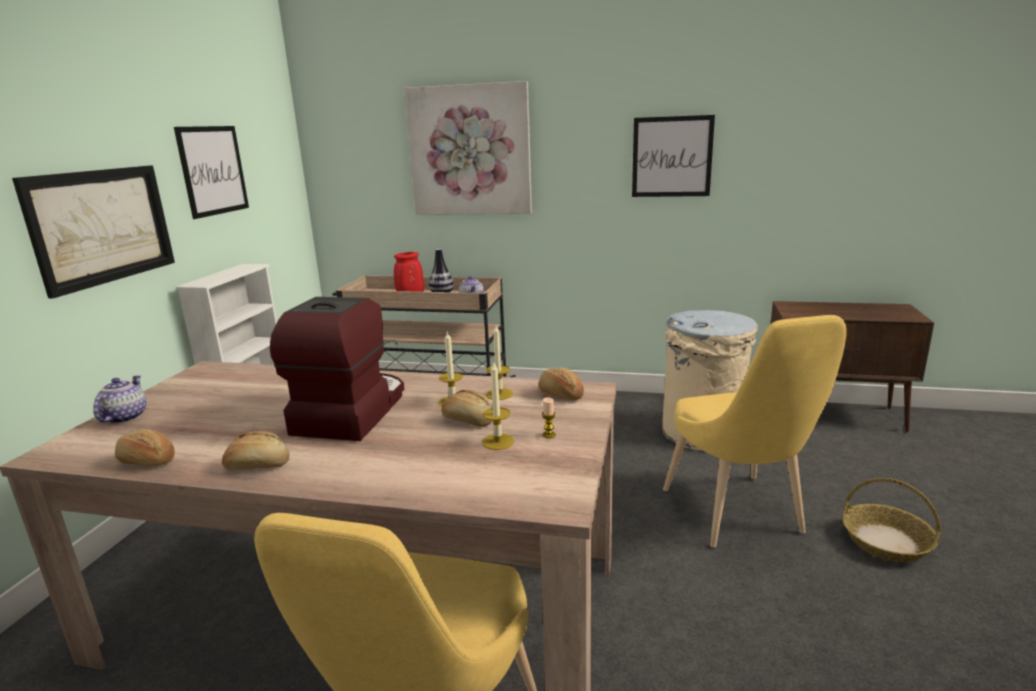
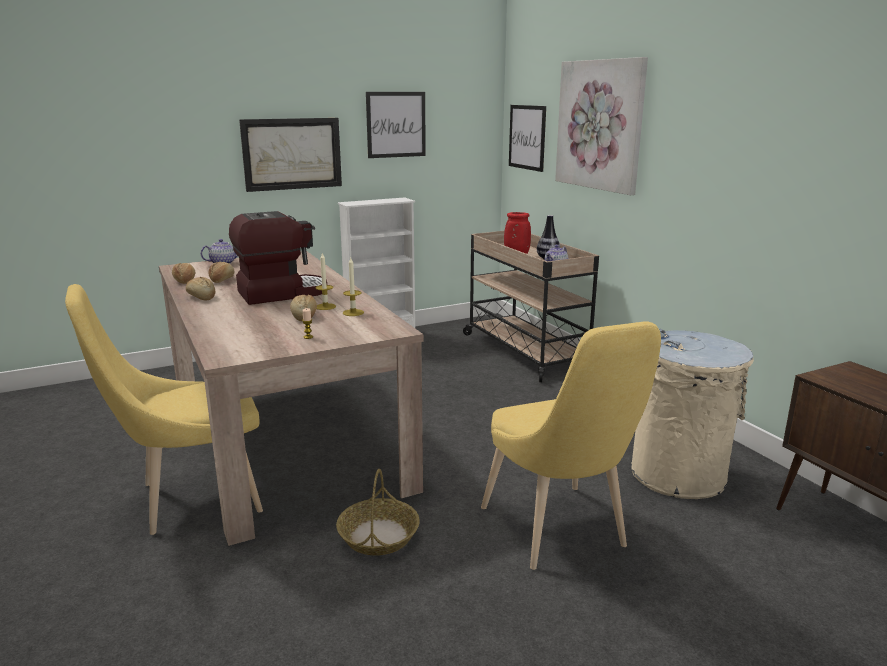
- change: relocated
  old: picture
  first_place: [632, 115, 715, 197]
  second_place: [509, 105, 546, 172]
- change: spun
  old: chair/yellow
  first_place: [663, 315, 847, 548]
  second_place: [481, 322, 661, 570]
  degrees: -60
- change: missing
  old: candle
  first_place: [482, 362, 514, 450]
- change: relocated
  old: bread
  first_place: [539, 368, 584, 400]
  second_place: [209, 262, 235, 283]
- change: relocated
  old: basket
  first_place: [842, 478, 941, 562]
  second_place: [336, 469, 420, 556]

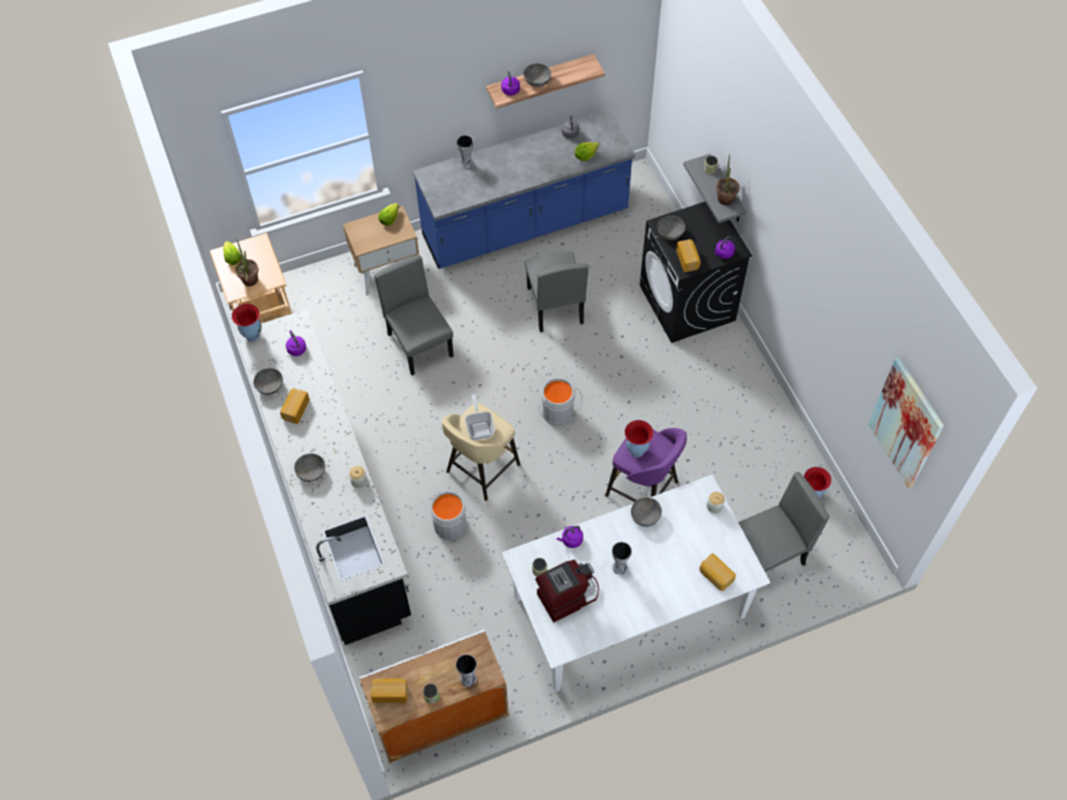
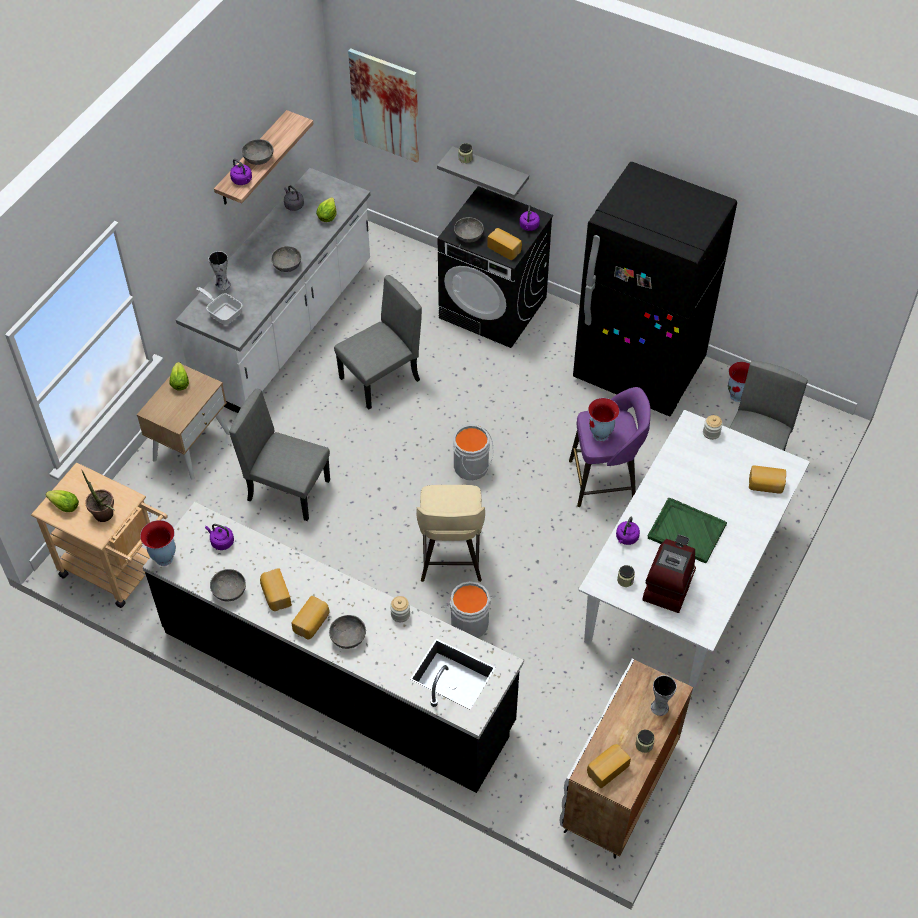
- change: colour
  old: counter/blue
  new: counter/white
  first_place: [413, 110, 635, 269]
  second_place: [176, 168, 370, 413]
- change: missing
  old: potted plant
  first_place: [716, 154, 739, 205]
- change: spun
  old: chair/grey
  first_place: [525, 251, 589, 332]
  second_place: [334, 275, 422, 410]
  degrees: -75
- change: relocated
  old: picture
  first_place: [868, 358, 944, 488]
  second_place: [348, 48, 419, 163]
- change: relocated
  old: frying pan
  first_place: [465, 394, 495, 440]
  second_place: [196, 287, 243, 325]
- change: relocated
  old: bowl/grey
  first_place: [631, 497, 662, 527]
  second_place: [271, 246, 301, 272]
- change: exchanged
  old: vase
  new: tray/green
  first_place: [612, 542, 632, 575]
  second_place: [648, 498, 727, 563]
- change: appeared
  new: fridge/black
  second_place: [573, 162, 737, 417]
- change: appeared
  new: bread
  second_place: [291, 596, 330, 639]

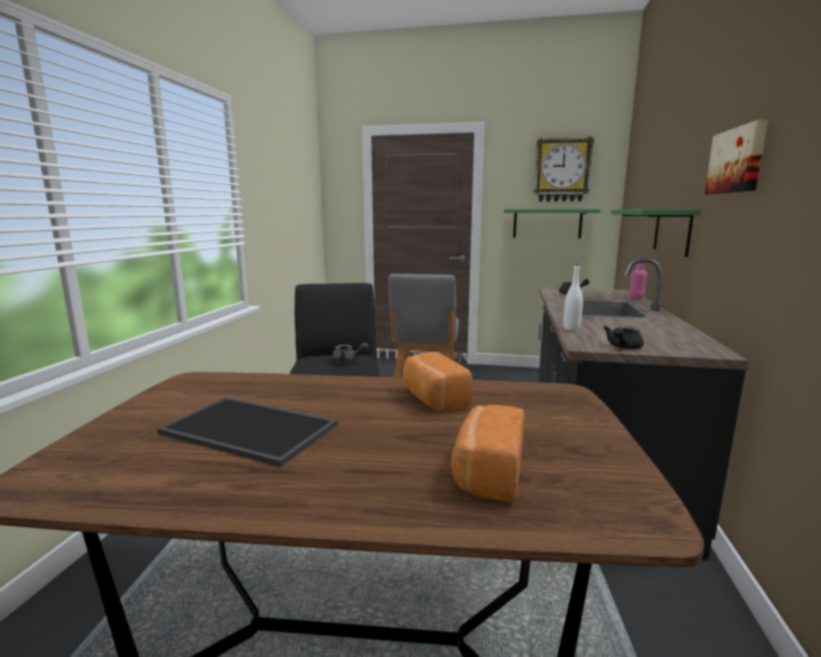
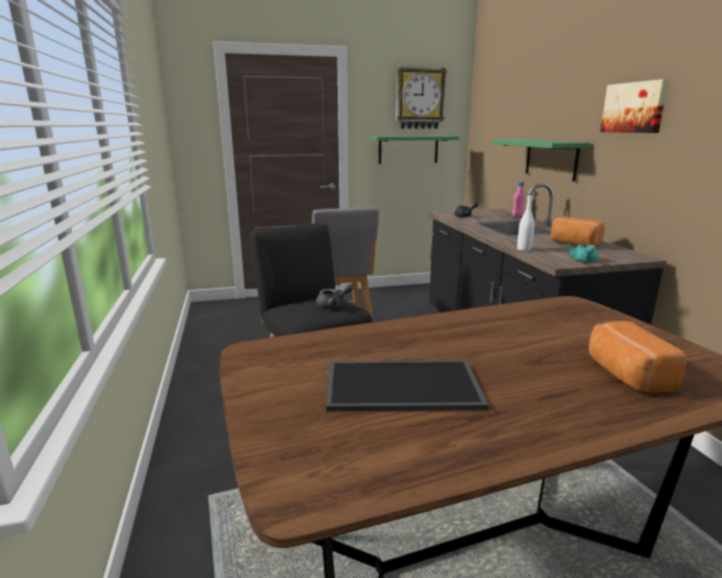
- change: colour
  old: teapot/black
  new: teapot/turquoise
  first_place: [603, 326, 644, 349]
  second_place: [567, 244, 599, 262]
- change: relocated
  old: bread
  first_place: [403, 352, 473, 411]
  second_place: [551, 217, 605, 246]

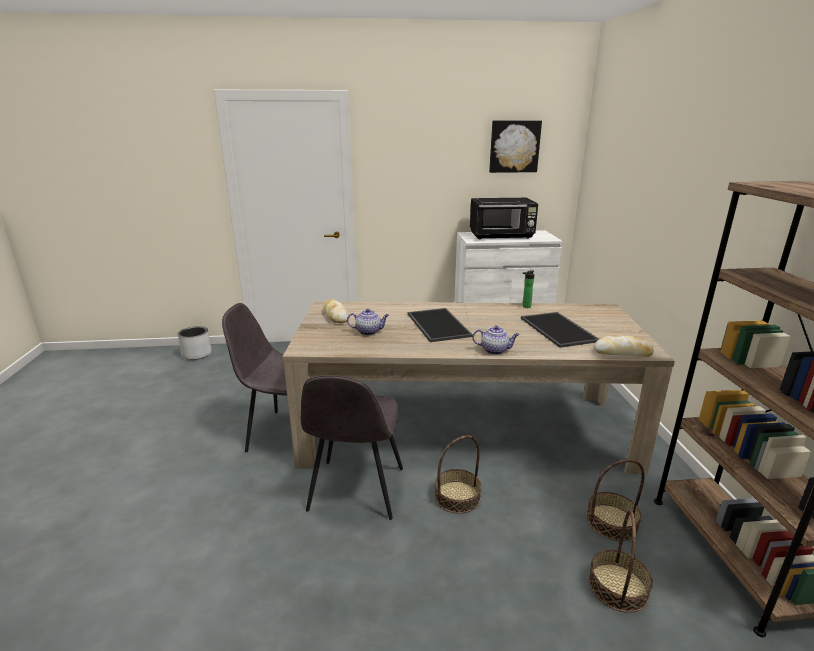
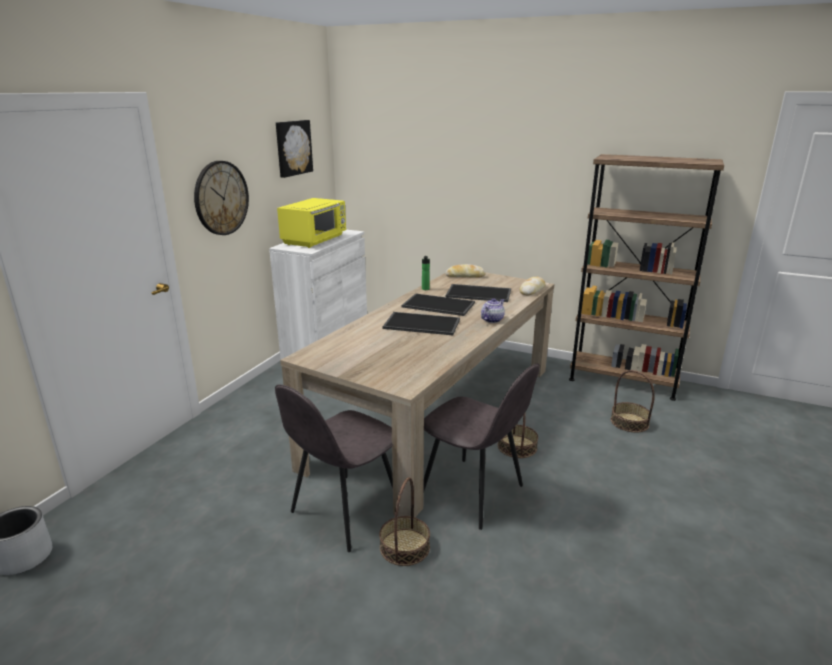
- change: colour
  old: microwave/black
  new: microwave/yellow
  first_place: [470, 198, 538, 239]
  second_place: [277, 198, 346, 248]
- change: relocated
  old: bread
  first_place: [323, 299, 349, 323]
  second_place: [445, 264, 486, 278]
- change: missing
  old: teapot
  first_place: [347, 309, 389, 335]
- change: relocated
  old: basket
  first_place: [586, 459, 645, 541]
  second_place: [379, 477, 430, 566]
- change: appeared
  new: wall clock
  second_place: [194, 161, 249, 235]
- change: appeared
  new: tray
  second_place: [402, 293, 475, 316]

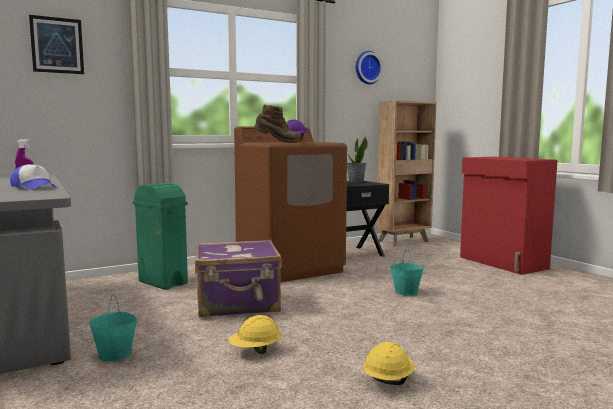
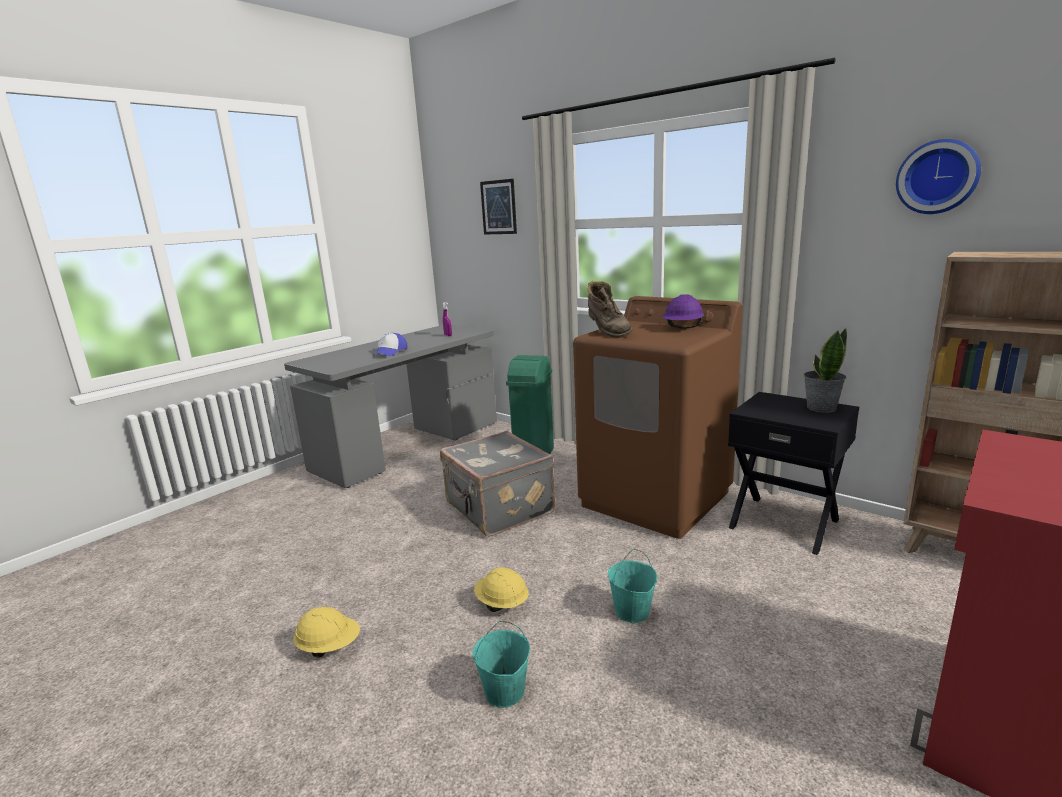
- change: colour
  old: suitcase/purple
  new: suitcase/grey
  first_place: [195, 239, 282, 317]
  second_place: [440, 431, 556, 536]
- change: relocated
  old: bucket/turquoise
  first_place: [89, 294, 138, 362]
  second_place: [472, 621, 530, 708]
- change: relocated
  old: hard hat/yellow
  first_place: [228, 315, 281, 354]
  second_place: [474, 567, 528, 612]

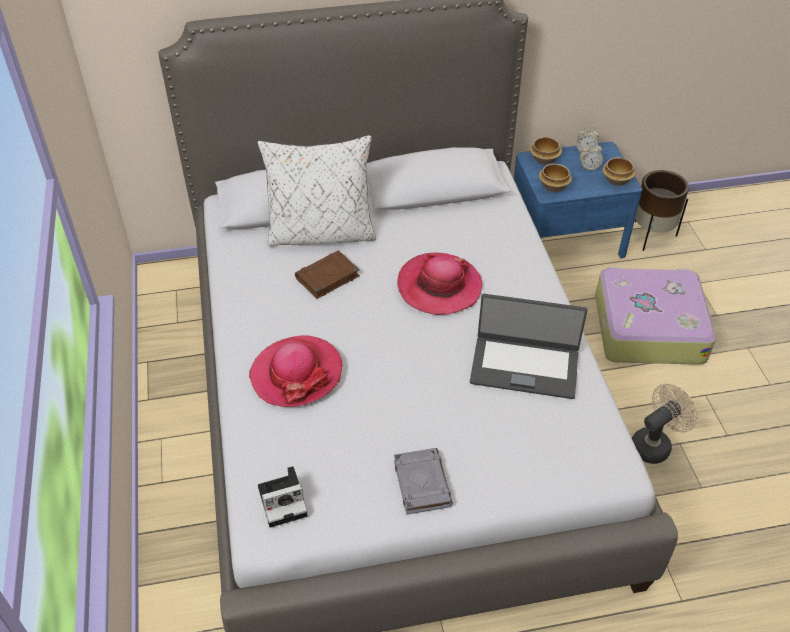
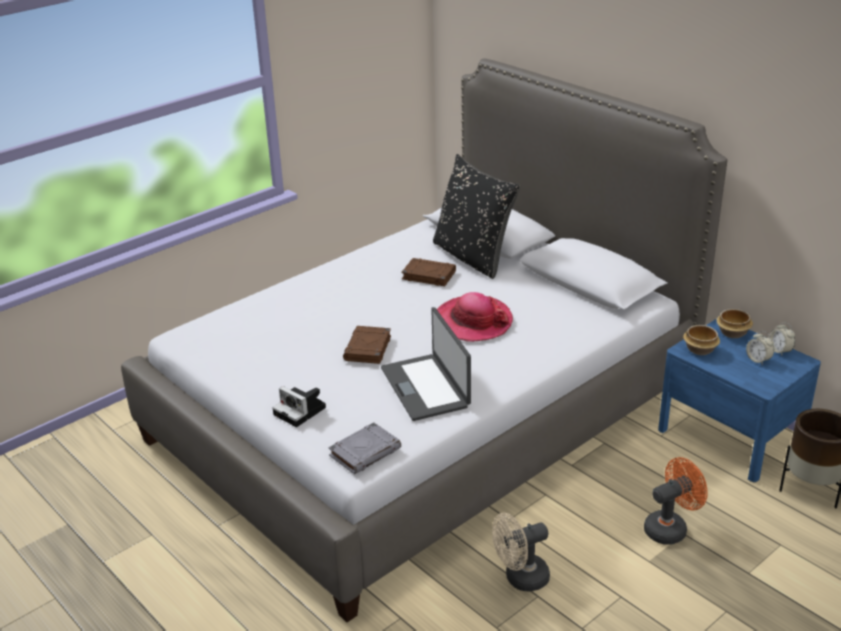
- change: colour
  old: pillow/white
  new: pillow/black
  first_place: [258, 135, 376, 246]
  second_place: [433, 154, 520, 279]
- change: missing
  old: bowl
  first_place: [603, 157, 636, 186]
- change: exchanged
  old: suitcase
  new: fan/orange
  first_place: [595, 267, 716, 365]
  second_place: [644, 457, 708, 545]
- change: missing
  old: hat
  first_place: [249, 335, 342, 407]
- change: spun
  old: fan/beige
  first_place: [632, 384, 698, 464]
  second_place: [492, 513, 550, 592]
  degrees: 135
- change: relocated
  old: book/grey
  first_place: [394, 448, 453, 515]
  second_place: [328, 422, 401, 474]
- change: relocated
  old: photo camera
  first_place: [258, 466, 308, 528]
  second_place: [273, 386, 326, 427]
- change: appeared
  new: book/brown
  second_place: [343, 326, 391, 364]

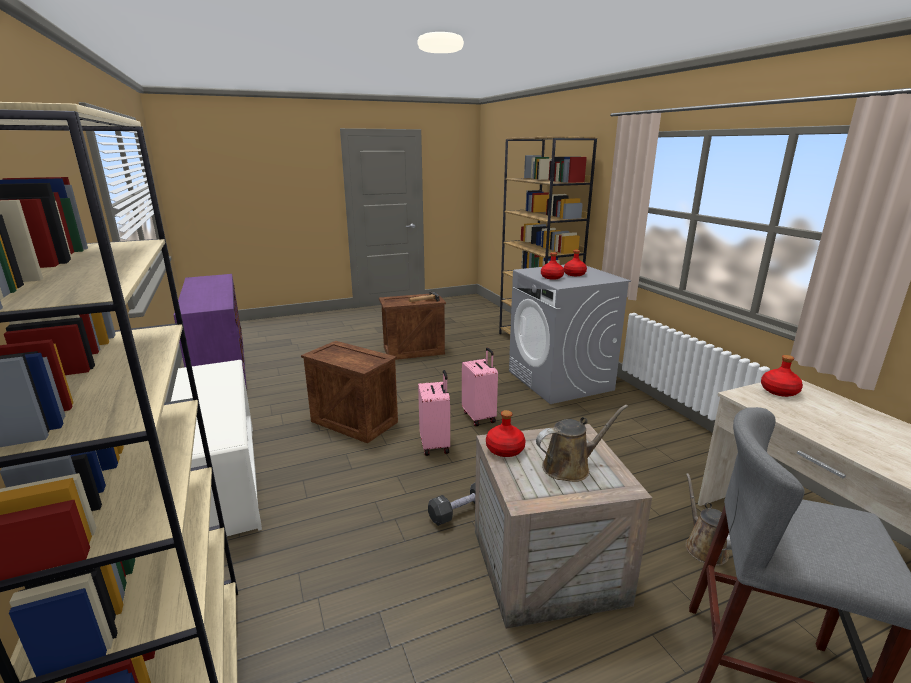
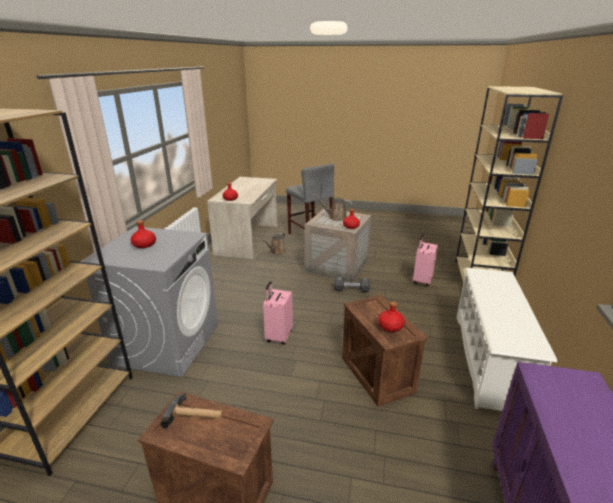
- change: relocated
  old: bottle/red
  first_place: [541, 252, 564, 280]
  second_place: [378, 301, 405, 332]
- change: relocated
  old: suitcase/pink
  first_place: [418, 370, 450, 456]
  second_place: [413, 234, 438, 286]

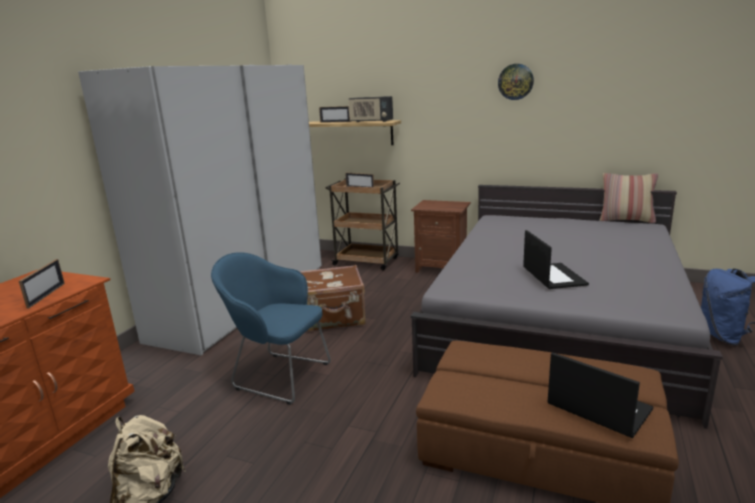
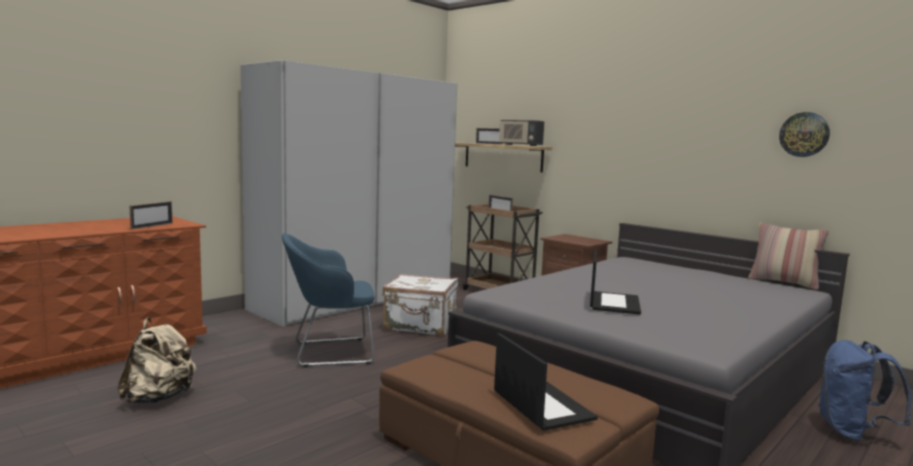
- change: relocated
  old: wall clock
  first_place: [498, 64, 534, 100]
  second_place: [779, 112, 830, 157]
- change: spun
  old: armchair/blue
  first_place: [211, 252, 331, 405]
  second_place: [282, 233, 375, 367]
  degrees: -60
- change: colour
  old: suitcase/brown
  new: suitcase/white
  first_place: [299, 265, 366, 331]
  second_place: [382, 274, 458, 336]

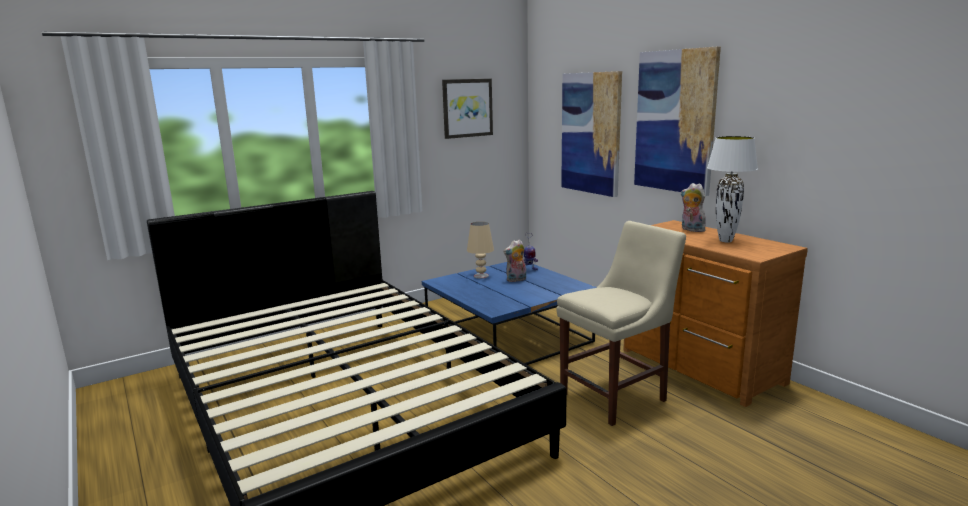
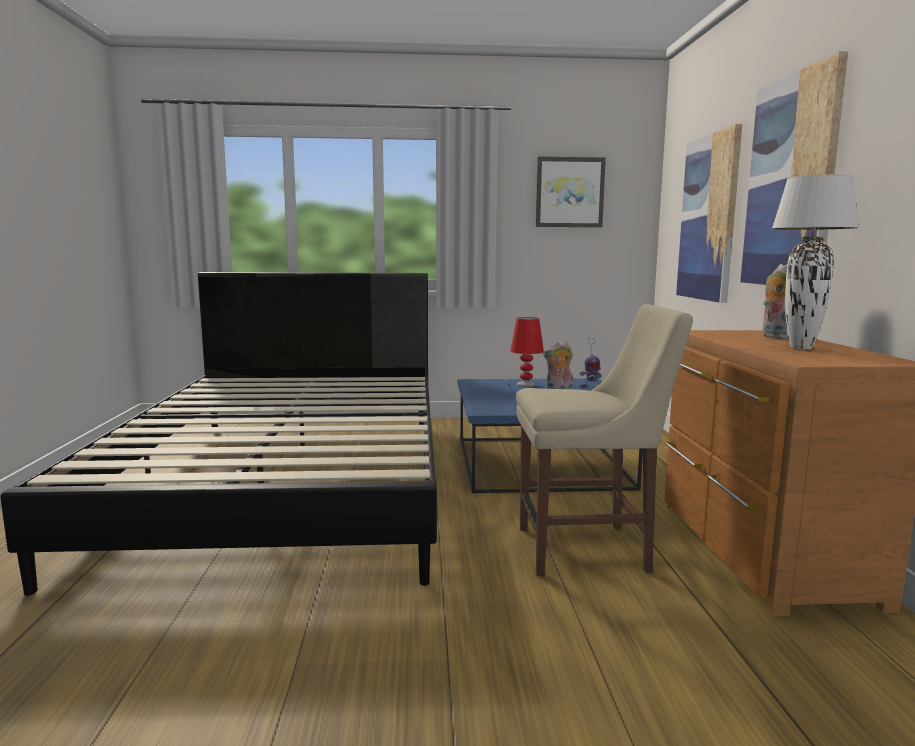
- change: colour
  old: table lamp/beige
  new: table lamp/red
  first_place: [467, 222, 494, 279]
  second_place: [510, 317, 544, 386]

